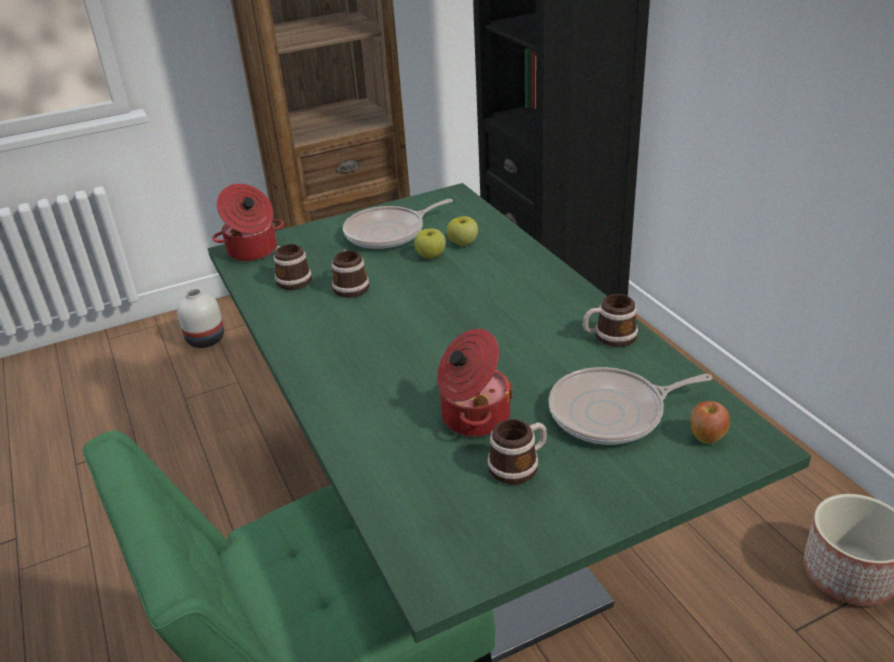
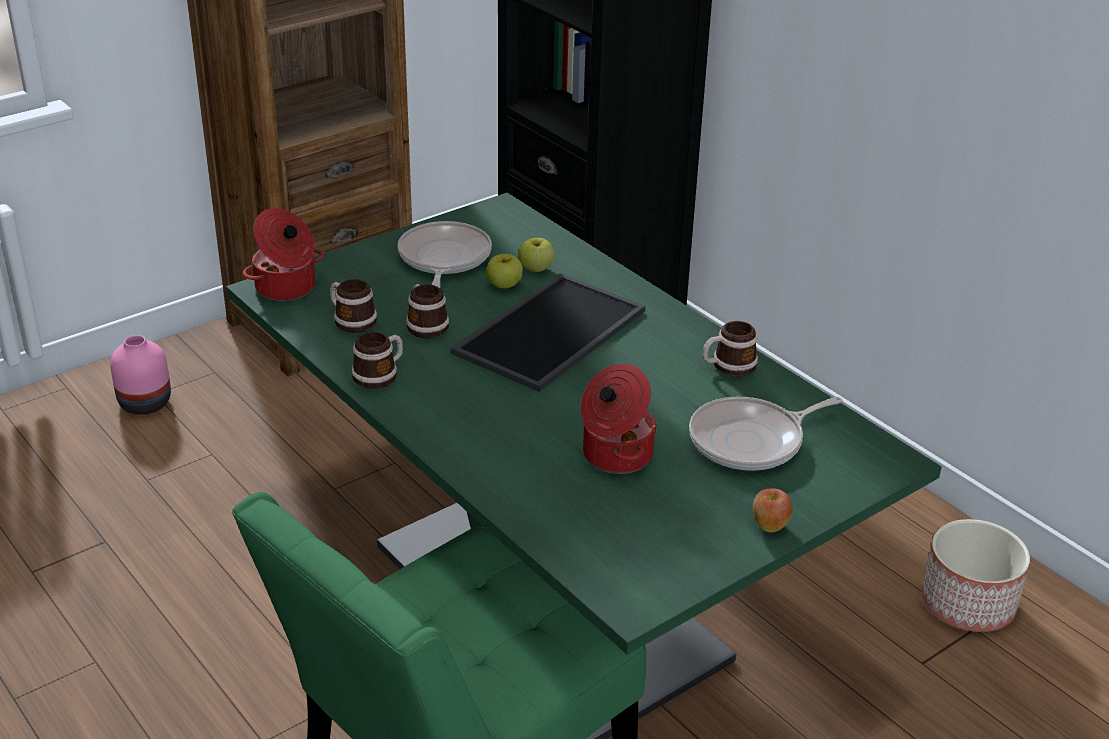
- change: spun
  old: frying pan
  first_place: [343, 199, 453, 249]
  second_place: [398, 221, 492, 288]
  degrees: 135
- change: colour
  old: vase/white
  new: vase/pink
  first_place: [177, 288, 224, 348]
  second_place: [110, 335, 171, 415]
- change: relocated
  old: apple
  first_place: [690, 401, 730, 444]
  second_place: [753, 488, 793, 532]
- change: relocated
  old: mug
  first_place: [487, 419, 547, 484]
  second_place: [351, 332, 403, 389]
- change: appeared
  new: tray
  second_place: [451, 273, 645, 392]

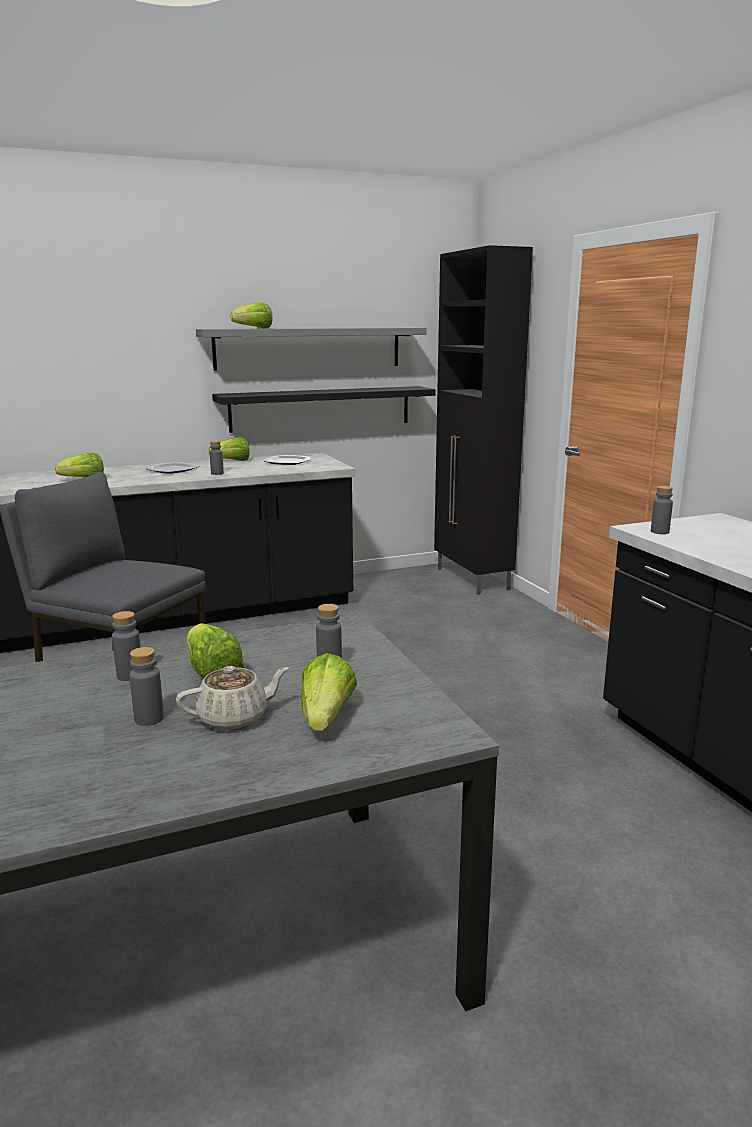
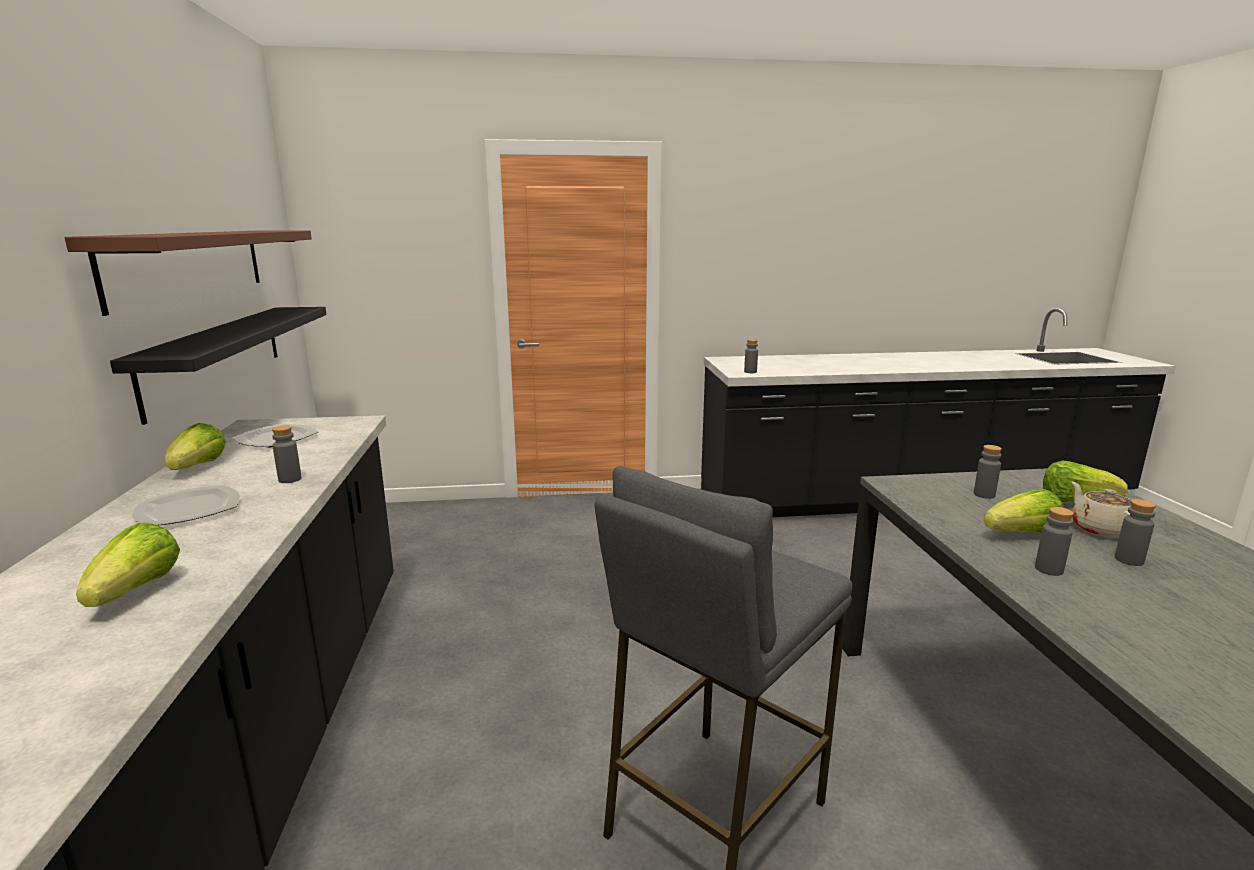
- change: missing
  old: cabinet/black
  first_place: [434, 245, 533, 595]
- change: missing
  old: lettuce
  first_place: [231, 302, 273, 328]
- change: colour
  old: shelf/grey
  new: shelf/brown
  first_place: [196, 328, 426, 370]
  second_place: [65, 230, 312, 316]

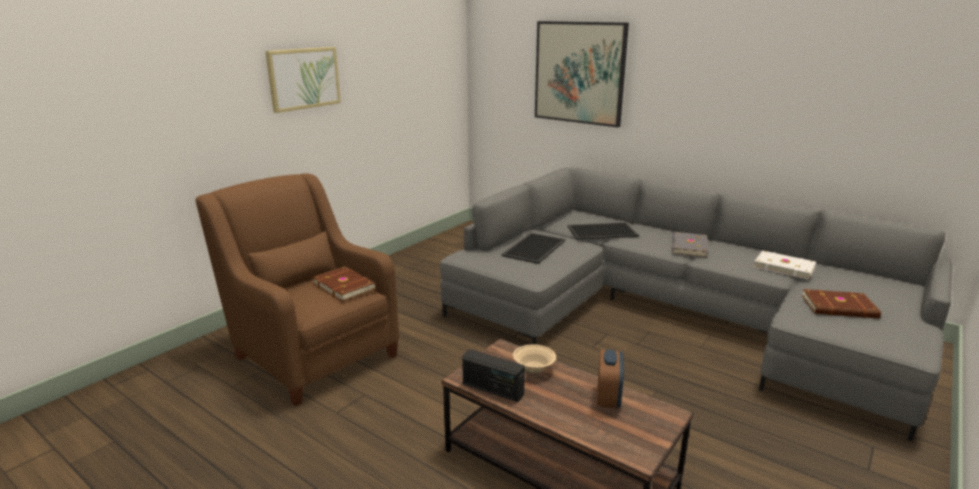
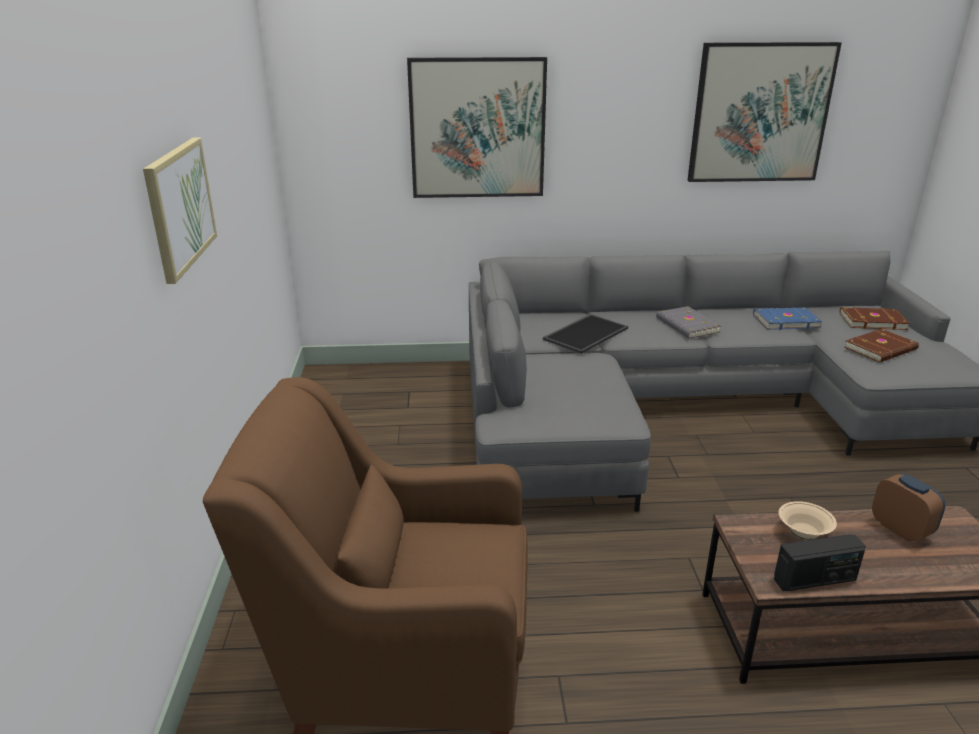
- change: missing
  old: tray
  first_place: [502, 233, 565, 264]
- change: colour
  old: book/white
  new: book/blue
  first_place: [753, 250, 816, 279]
  second_place: [753, 307, 822, 330]
- change: relocated
  old: book/brown
  first_place: [312, 266, 377, 302]
  second_place: [839, 307, 910, 330]
- change: appeared
  new: picture
  second_place: [688, 42, 842, 182]

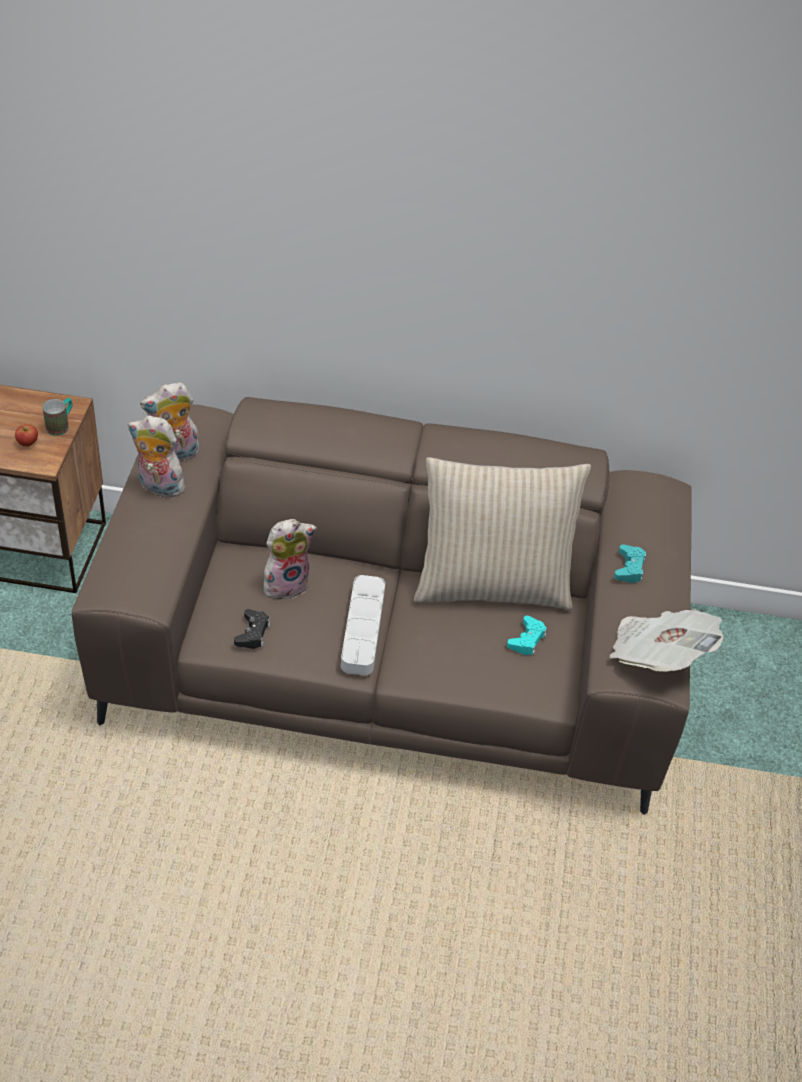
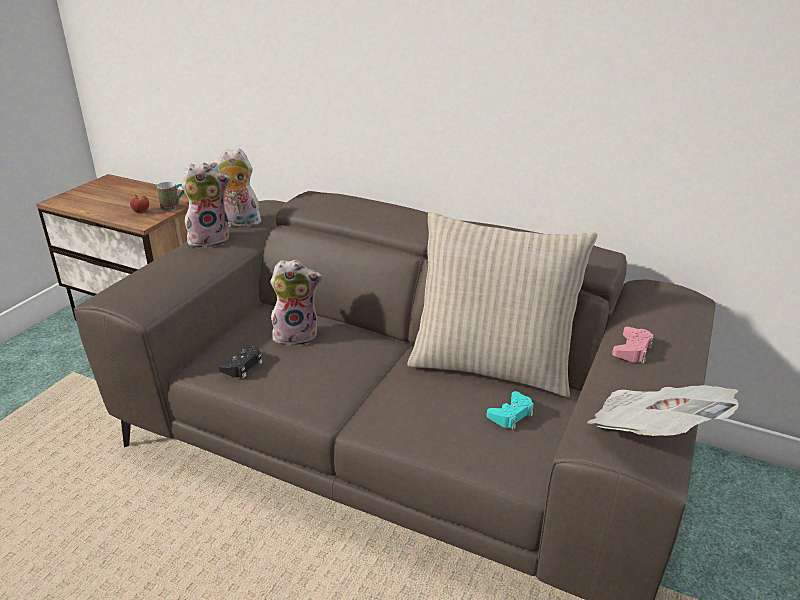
- change: spun
  old: plush toy
  first_place: [128, 415, 185, 498]
  second_place: [181, 163, 230, 248]
  degrees: 120
- change: colour
  old: game controller/turquoise
  new: game controller/pink
  first_place: [614, 544, 646, 583]
  second_place: [612, 327, 654, 363]
- change: missing
  old: tray/grey
  first_place: [341, 575, 385, 676]

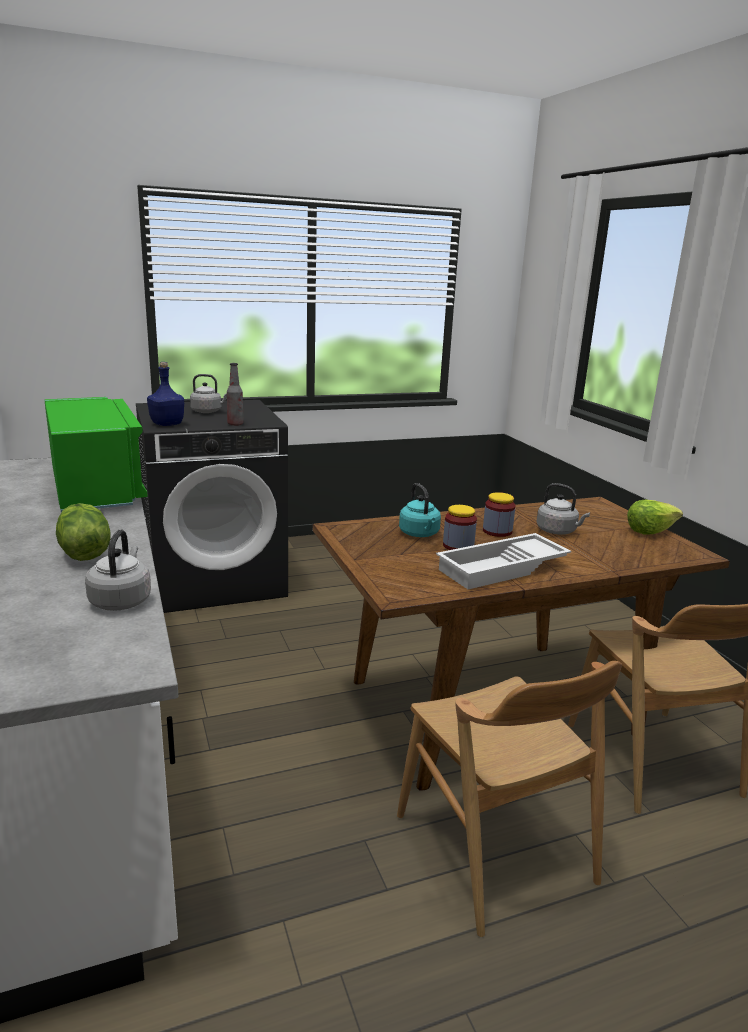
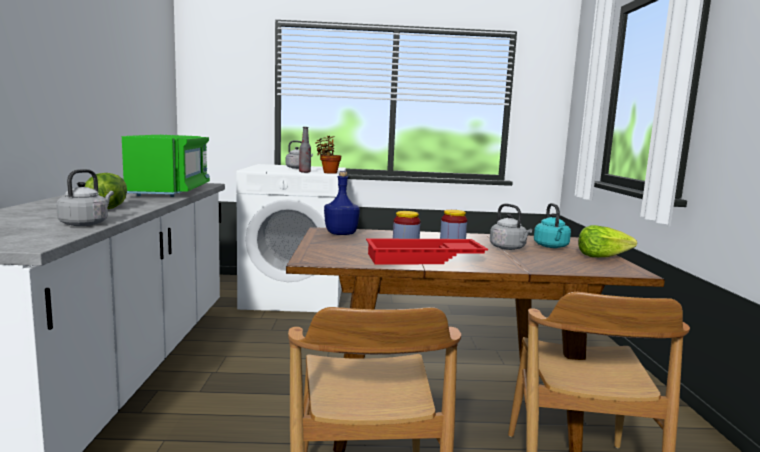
- change: relocated
  old: bottle/blue
  first_place: [147, 362, 184, 426]
  second_place: [324, 171, 360, 235]
- change: colour
  old: washing machine/black
  new: washing machine/white
  first_place: [136, 400, 288, 613]
  second_place: [236, 164, 346, 312]
- change: relocated
  old: kettle/turquoise
  first_place: [399, 483, 441, 537]
  second_place: [534, 203, 571, 248]
- change: colour
  old: tray/white
  new: tray/red
  first_place: [436, 533, 571, 589]
  second_place: [366, 238, 488, 265]
- change: appeared
  new: potted plant
  second_place: [315, 136, 341, 174]

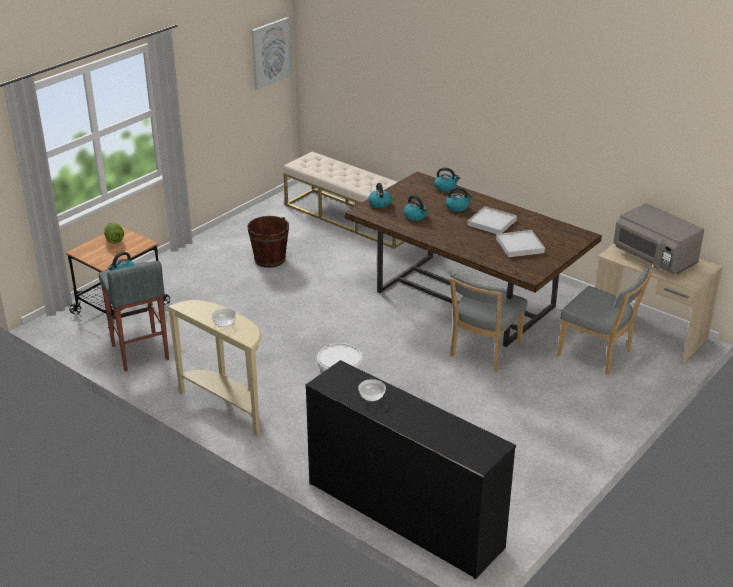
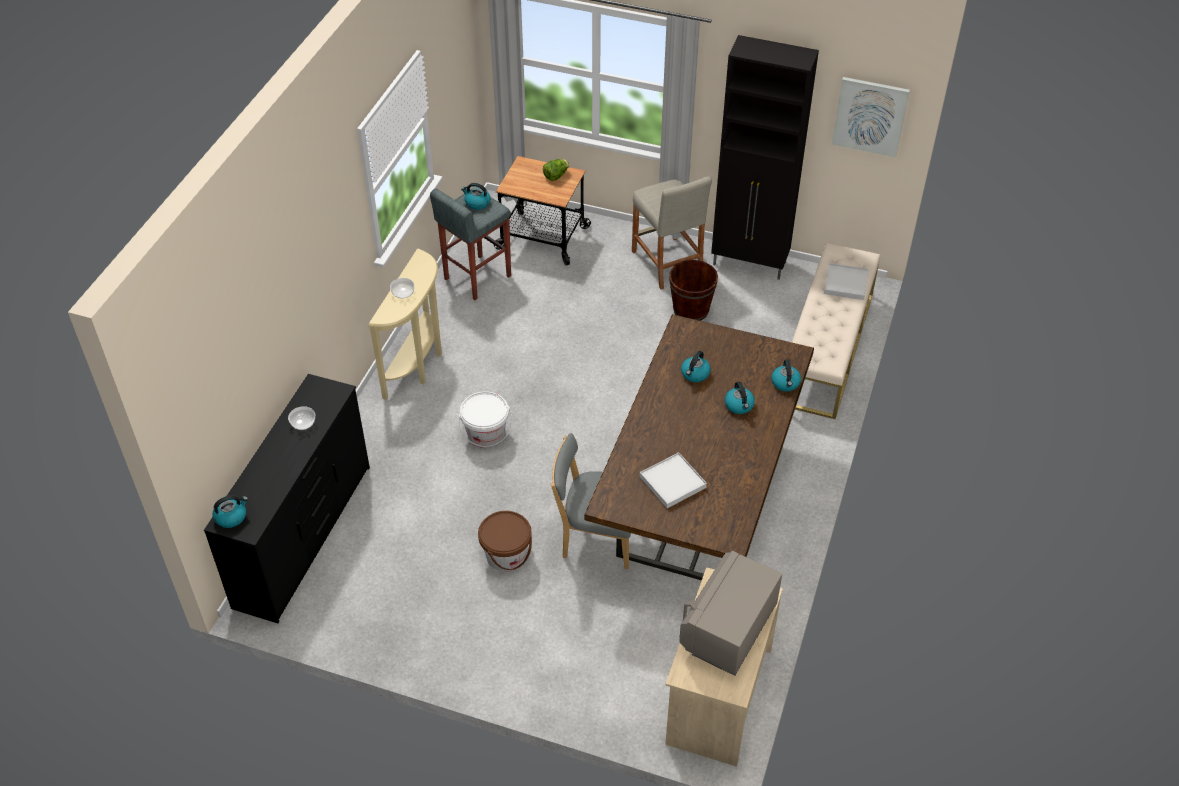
- change: relocated
  old: kettle
  first_place: [368, 183, 392, 208]
  second_place: [213, 495, 248, 528]
- change: relocated
  old: tray/white
  first_place: [467, 206, 517, 234]
  second_place: [824, 263, 869, 300]
- change: missing
  old: chair/grey
  first_place: [557, 268, 652, 375]
- change: appeared
  new: cabinet/black
  second_place: [711, 35, 819, 280]
- change: appeared
  new: stool/beige
  second_place: [632, 176, 712, 290]
- change: appeared
  new: bucket/brown
  second_place: [478, 511, 532, 572]

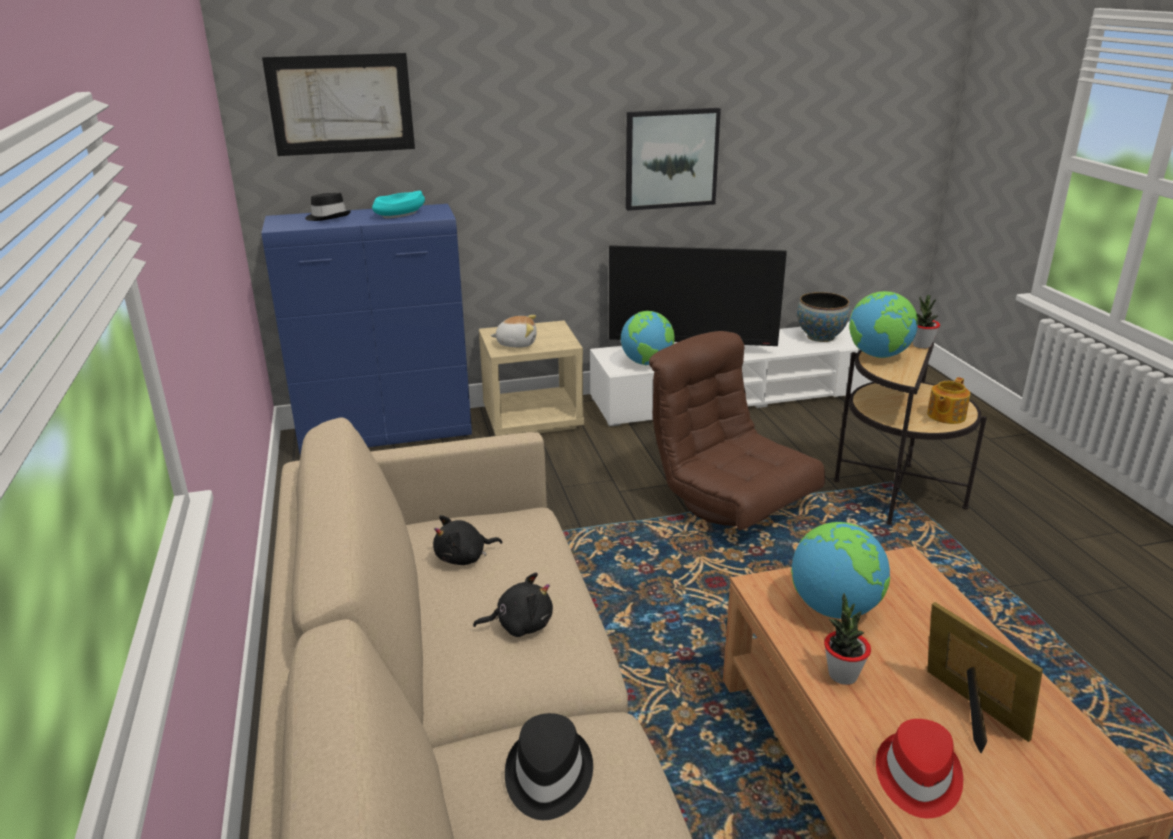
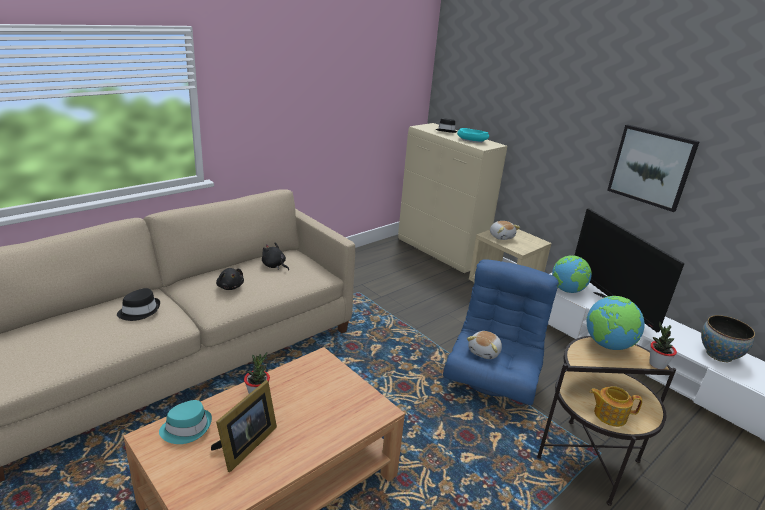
- change: missing
  old: picture
  first_place: [262, 53, 415, 156]
- change: colour
  old: cabinet/blue
  new: cabinet/beige
  first_place: [261, 204, 472, 455]
  second_place: [398, 123, 507, 273]
- change: colour
  old: armchair/brown
  new: armchair/blue
  first_place: [649, 331, 825, 530]
  second_place: [443, 259, 559, 405]
- change: missing
  old: globe
  first_place: [791, 522, 890, 619]
- change: colour
  old: hat/red
  new: hat/turquoise
  first_place: [876, 719, 963, 818]
  second_place: [159, 400, 212, 444]
- change: appeared
  new: plush toy
  second_place: [467, 331, 502, 359]

